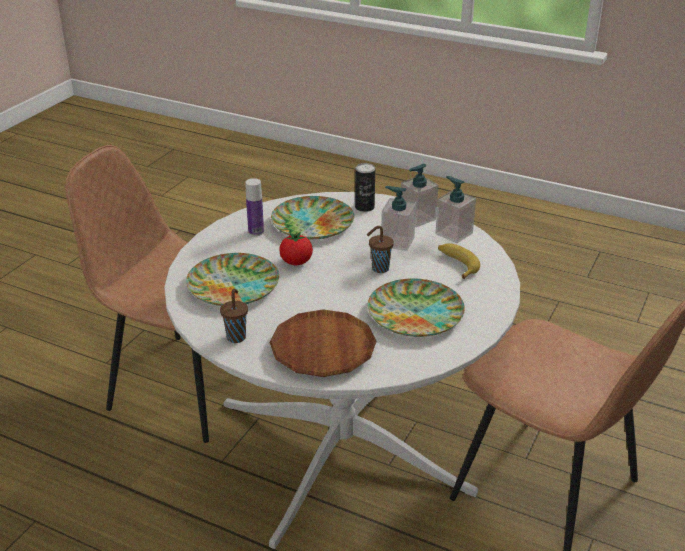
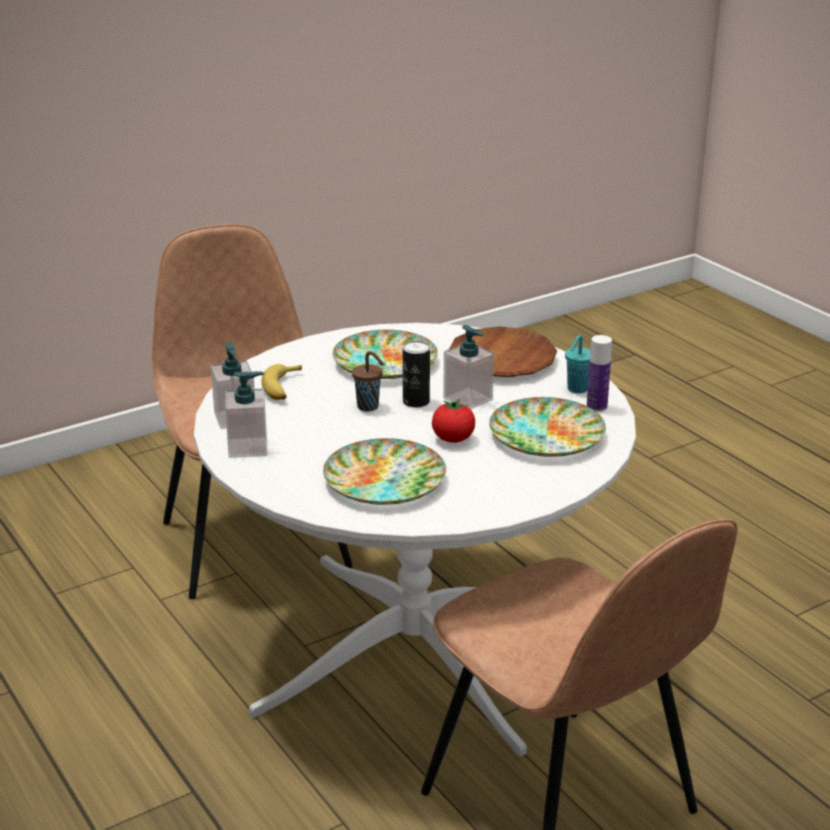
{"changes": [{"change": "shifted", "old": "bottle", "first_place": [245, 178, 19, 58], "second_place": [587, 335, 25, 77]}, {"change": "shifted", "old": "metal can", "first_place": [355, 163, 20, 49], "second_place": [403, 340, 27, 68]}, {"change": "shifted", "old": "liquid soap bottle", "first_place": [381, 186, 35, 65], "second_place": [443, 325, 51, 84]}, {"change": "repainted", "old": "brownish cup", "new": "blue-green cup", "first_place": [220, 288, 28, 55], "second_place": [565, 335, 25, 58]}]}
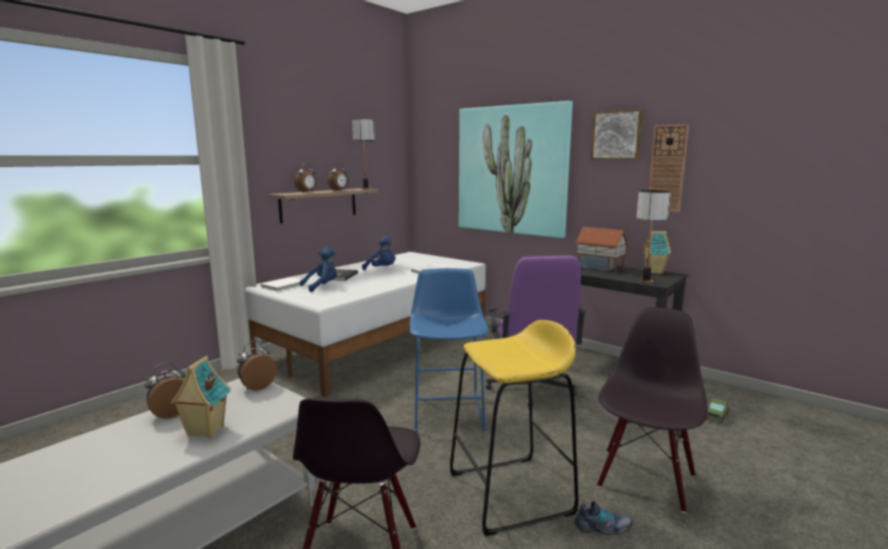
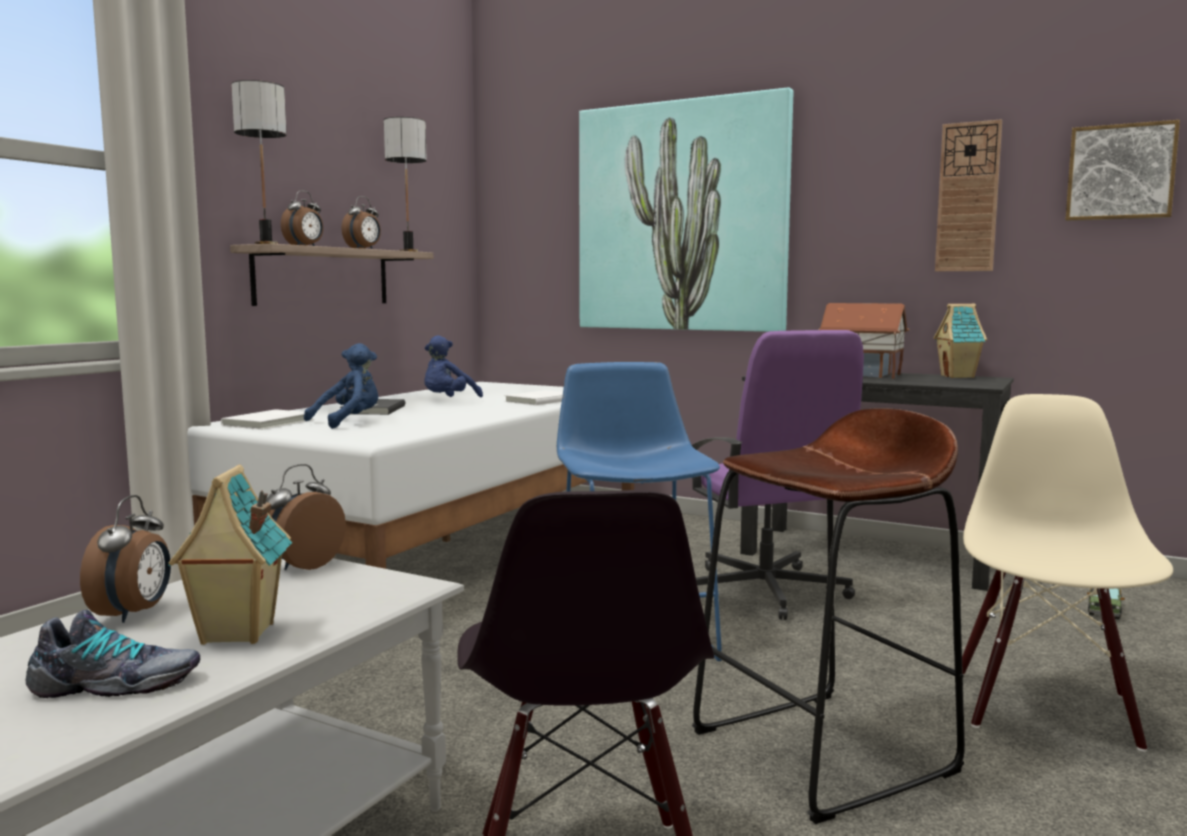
{"changes": [{"change": "shifted", "old": "shoe", "first_place": [575, 501, 58, 34], "second_place": [26, 610, 174, 88]}, {"change": "shifted", "old": "wall art", "first_place": [591, 109, 52, 51], "second_place": [1065, 120, 115, 101]}, {"change": "shifted", "old": "table lamp", "first_place": [637, 190, 34, 93], "second_place": [232, 80, 55, 164]}, {"change": "repainted", "old": "yellowish stool", "new": "brownish stool", "first_place": [450, 320, 128, 216], "second_place": [692, 408, 273, 416]}, {"change": "repainted", "old": "black-coloured chair", "new": "beige chair", "first_place": [597, 307, 111, 206], "second_place": [962, 394, 211, 358]}, {"change": "rotated", "old": "bedside clock", "first_place": [144, 362, 41, 57], "second_place": [80, 495, 91, 128], "degrees": 150}, {"change": "rotated", "old": "blue soft toy", "first_place": [362, 236, 33, 34], "second_place": [425, 335, 58, 62], "degrees": 105}]}
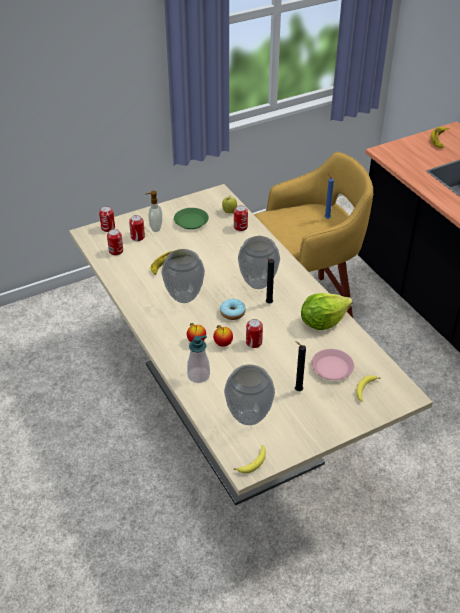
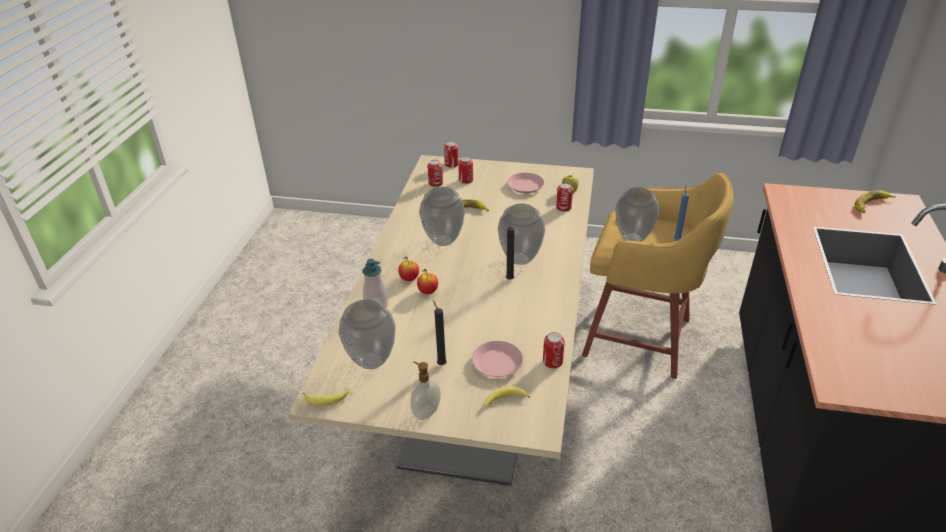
{"changes": [{"change": "gone", "old": "doughnut", "first_place": [220, 299, 26, 21]}, {"change": "gone", "old": "lettuce", "first_place": [301, 293, 51, 37]}, {"change": "new", "new": "decorative vase", "second_place": [615, 187, 44, 55]}, {"change": "shifted", "old": "liquid soap bottle", "first_place": [145, 191, 17, 41], "second_place": [410, 362, 31, 58]}, {"change": "shifted", "old": "metal can", "first_place": [246, 319, 17, 29], "second_place": [543, 332, 22, 37]}, {"change": "repainted", "old": "green dinner plate", "new": "pinkish dinner plate", "first_place": [174, 208, 35, 21], "second_place": [507, 173, 37, 20]}]}
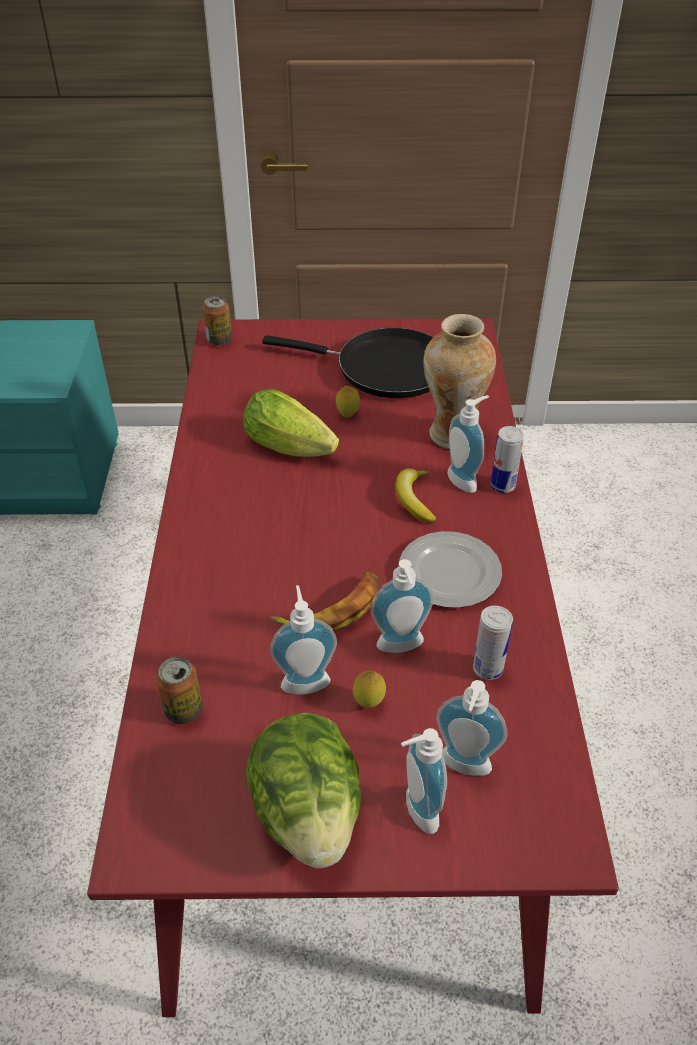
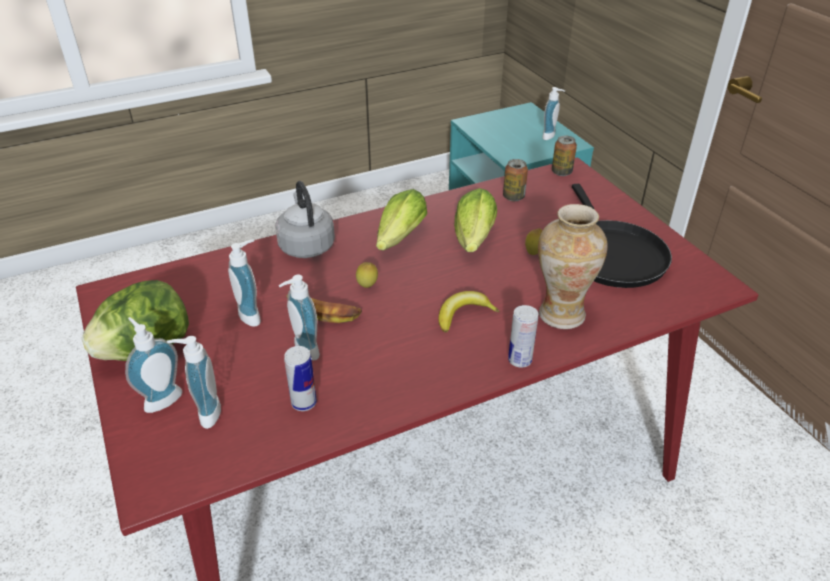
{"changes": [{"change": "gone", "old": "dinner plate", "first_place": [399, 531, 103, 77]}, {"change": "new", "new": "grey tea kettle", "second_place": [275, 181, 60, 77]}, {"change": "new", "new": "lettuce", "second_place": [376, 189, 51, 61]}, {"change": "shifted", "old": "metal can", "first_place": [156, 657, 47, 67], "second_place": [503, 159, 25, 42]}, {"change": "shifted", "old": "lemon", "first_place": [353, 671, 33, 37], "second_place": [356, 262, 22, 26]}, {"change": "shifted", "old": "liquid soap bottle", "first_place": [447, 395, 42, 98], "second_place": [542, 87, 23, 53]}]}
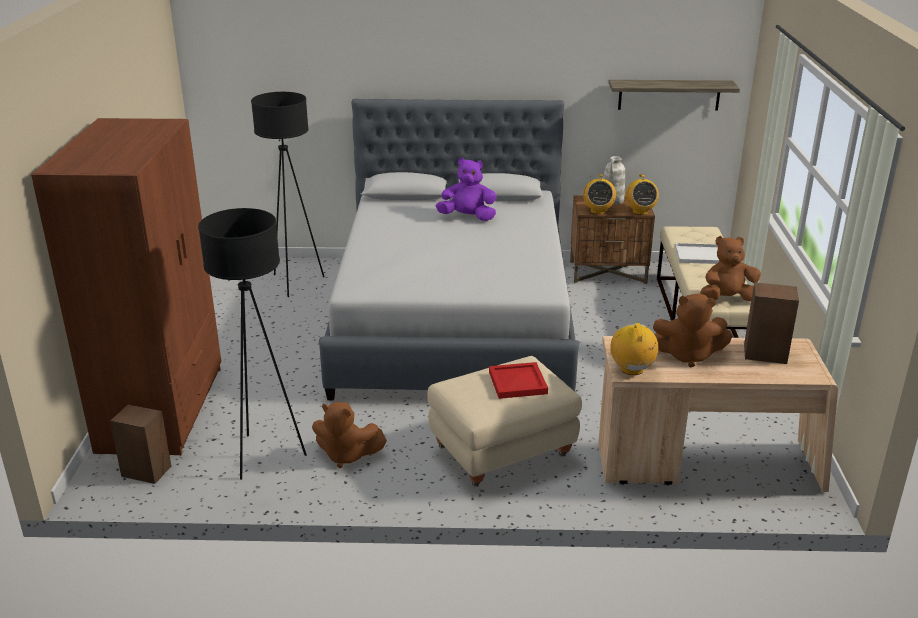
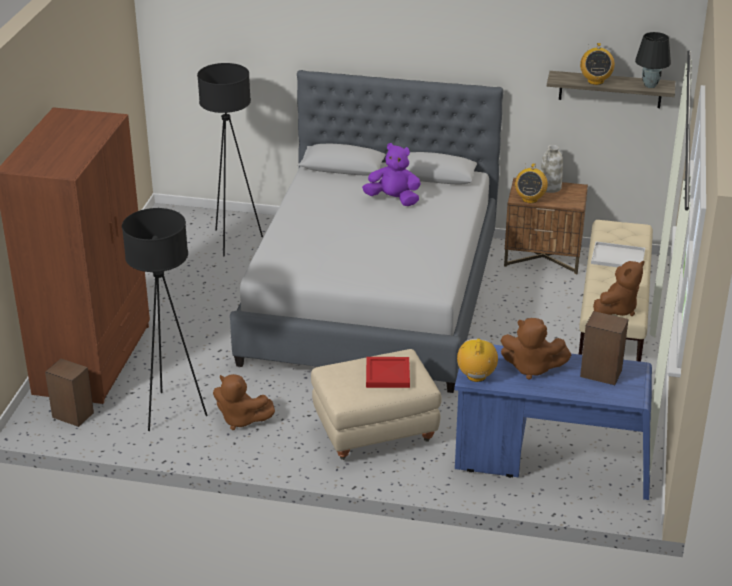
{"changes": [{"change": "new", "new": "black-coloured table lamp", "second_place": [635, 32, 36, 56]}, {"change": "shifted", "old": "radio set", "first_place": [625, 175, 34, 40], "second_place": [580, 43, 35, 42]}, {"change": "repainted", "old": "beige desk unit", "new": "blue desk unit", "first_place": [598, 336, 240, 156], "second_place": [455, 345, 197, 155]}, {"change": "rotated", "old": "brownish soft toy", "first_place": [700, 236, 61, 66], "second_place": [593, 261, 51, 55], "degrees": 135}]}
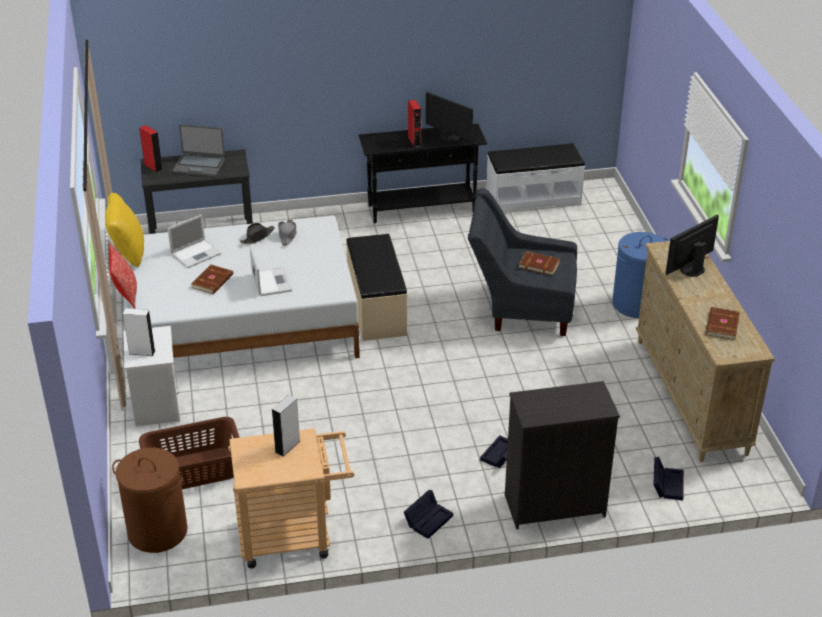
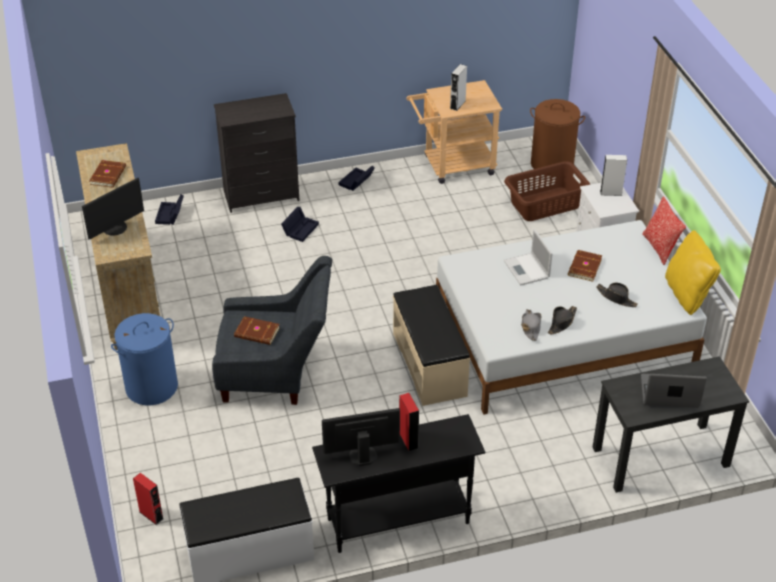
{"changes": [{"change": "shifted", "old": "red-coloured speaker", "first_place": [139, 125, 24, 48], "second_place": [133, 473, 30, 52]}, {"change": "swapped", "old": "notebook computer", "new": "black-coloured clothing hat", "first_place": [168, 215, 53, 53], "second_place": [596, 282, 42, 25]}, {"change": "rotated", "old": "monitor", "first_place": [426, 92, 47, 50], "second_place": [322, 408, 78, 58], "degrees": -45}]}
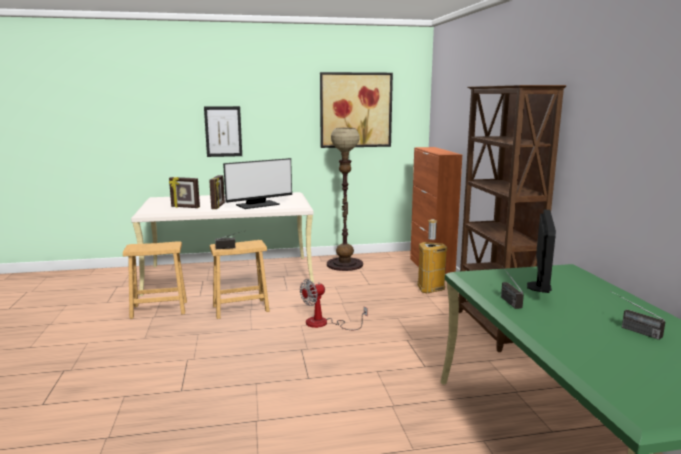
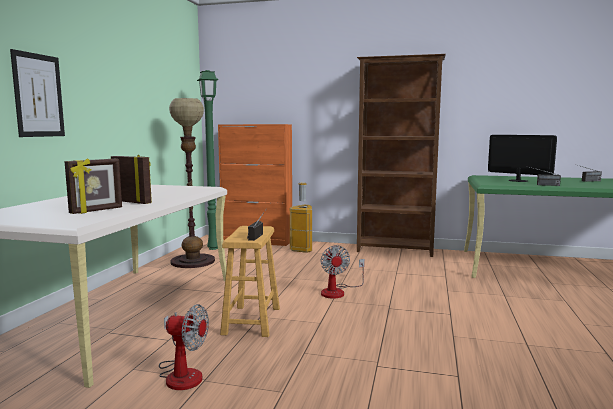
{"changes": [{"change": "gone", "old": "monitor", "first_place": [223, 158, 69, 51]}, {"change": "gone", "old": "wall art", "first_place": [320, 72, 73, 76]}, {"change": "new", "new": "green standing lamp", "second_place": [197, 70, 22, 180]}, {"change": "swapped", "old": "brownish stool", "new": "cooling fan", "first_place": [123, 241, 64, 78], "second_place": [159, 304, 50, 86]}]}
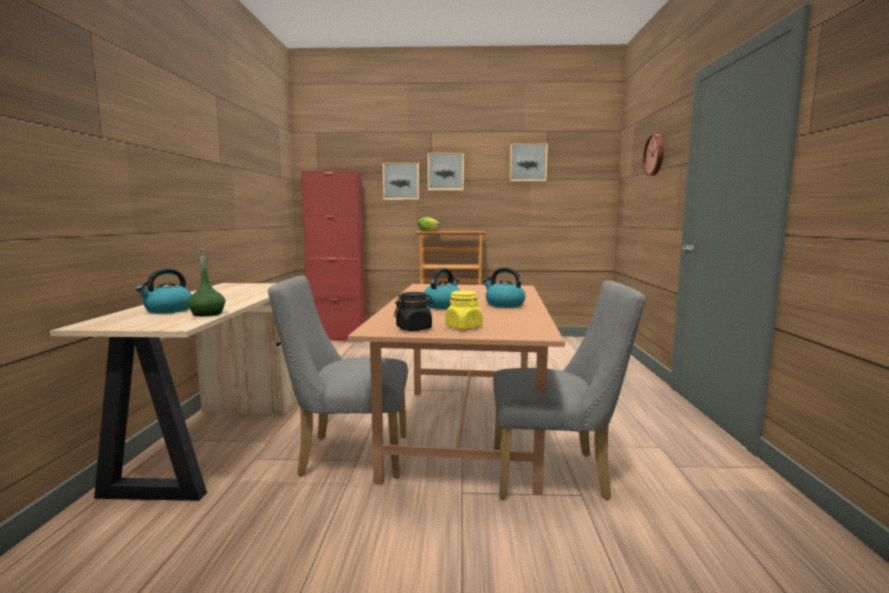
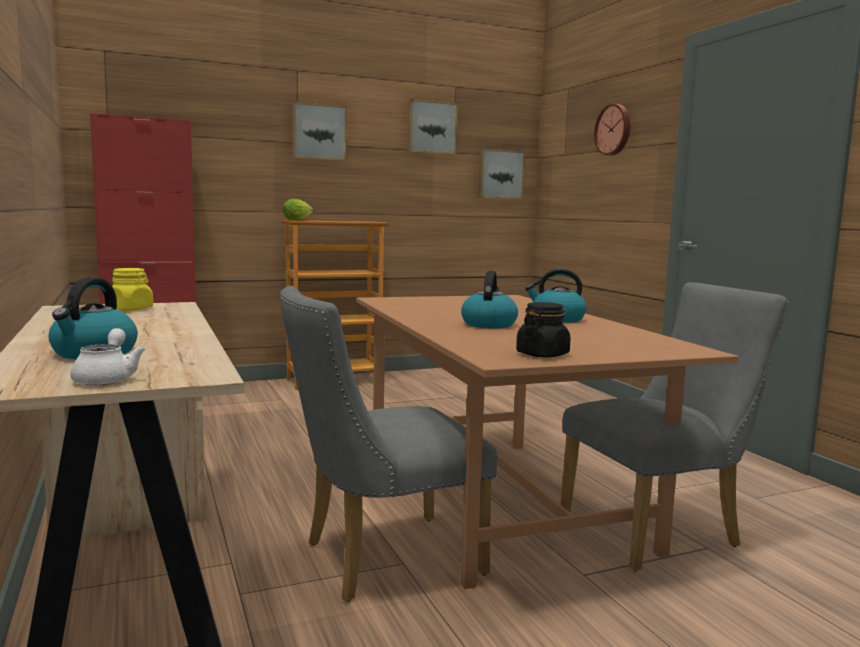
{"changes": [{"change": "gone", "old": "green bottle", "first_place": [187, 249, 38, 67]}, {"change": "new", "new": "white-coloured teapot", "second_place": [70, 328, 76, 57]}, {"change": "shifted", "old": "wall art", "first_place": [383, 162, 36, 38], "second_place": [478, 149, 47, 51]}, {"change": "shifted", "old": "yellowish storage jar", "first_place": [445, 291, 37, 38], "second_place": [112, 268, 41, 43]}]}
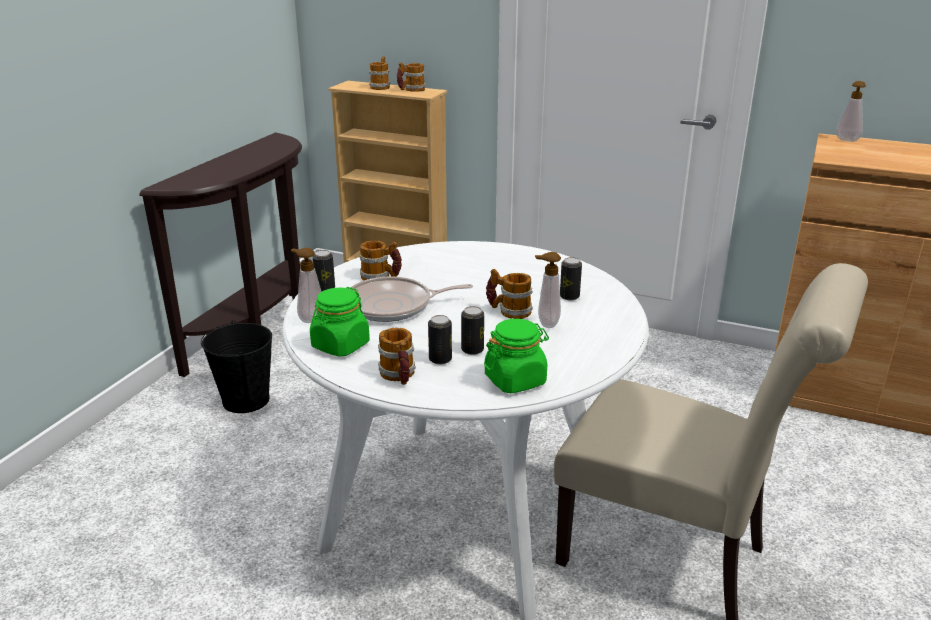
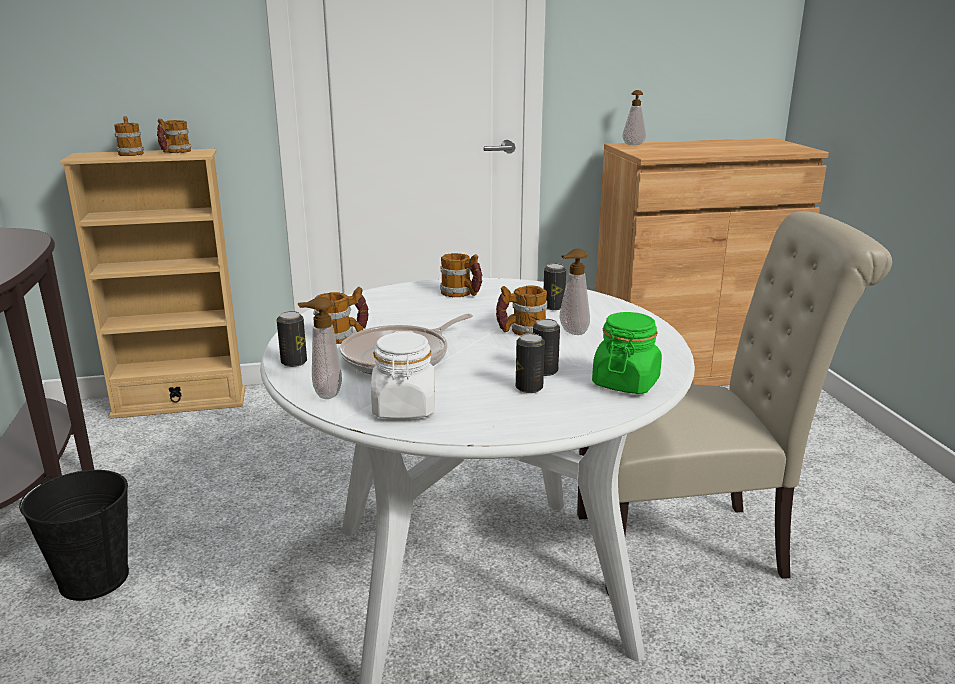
{"changes": [{"change": "shifted", "old": "mug", "first_place": [378, 328, 38, 57], "second_place": [440, 253, 42, 44]}, {"change": "repainted", "old": "green storage jar", "new": "white-coloured storage jar", "first_place": [310, 287, 60, 70], "second_place": [371, 331, 64, 88]}]}
